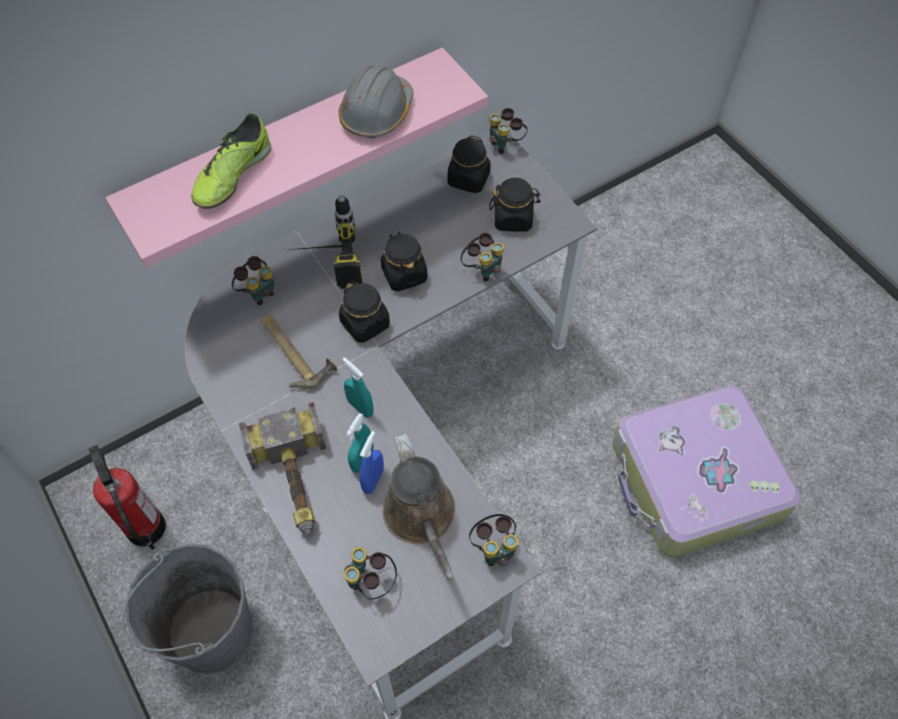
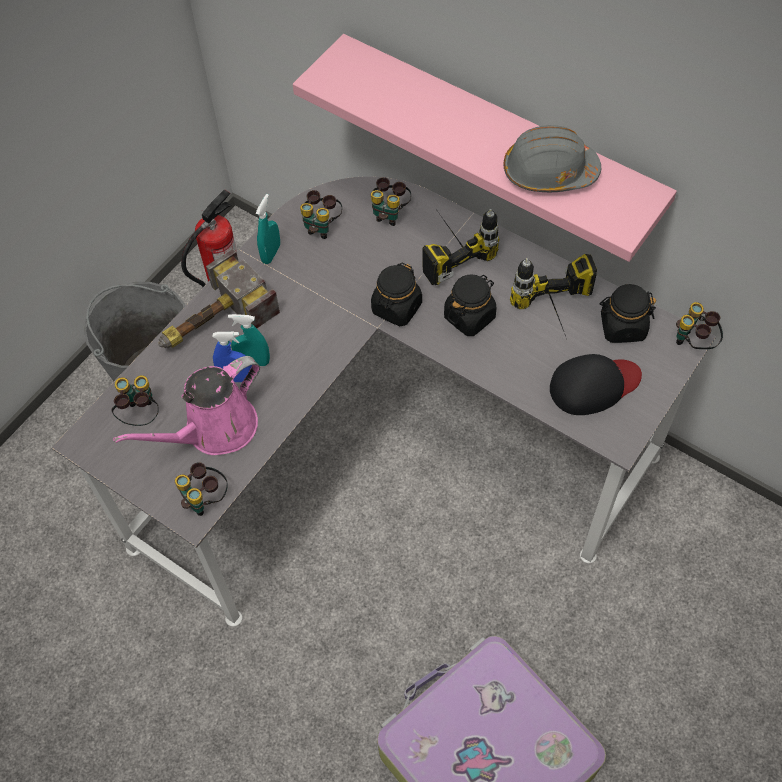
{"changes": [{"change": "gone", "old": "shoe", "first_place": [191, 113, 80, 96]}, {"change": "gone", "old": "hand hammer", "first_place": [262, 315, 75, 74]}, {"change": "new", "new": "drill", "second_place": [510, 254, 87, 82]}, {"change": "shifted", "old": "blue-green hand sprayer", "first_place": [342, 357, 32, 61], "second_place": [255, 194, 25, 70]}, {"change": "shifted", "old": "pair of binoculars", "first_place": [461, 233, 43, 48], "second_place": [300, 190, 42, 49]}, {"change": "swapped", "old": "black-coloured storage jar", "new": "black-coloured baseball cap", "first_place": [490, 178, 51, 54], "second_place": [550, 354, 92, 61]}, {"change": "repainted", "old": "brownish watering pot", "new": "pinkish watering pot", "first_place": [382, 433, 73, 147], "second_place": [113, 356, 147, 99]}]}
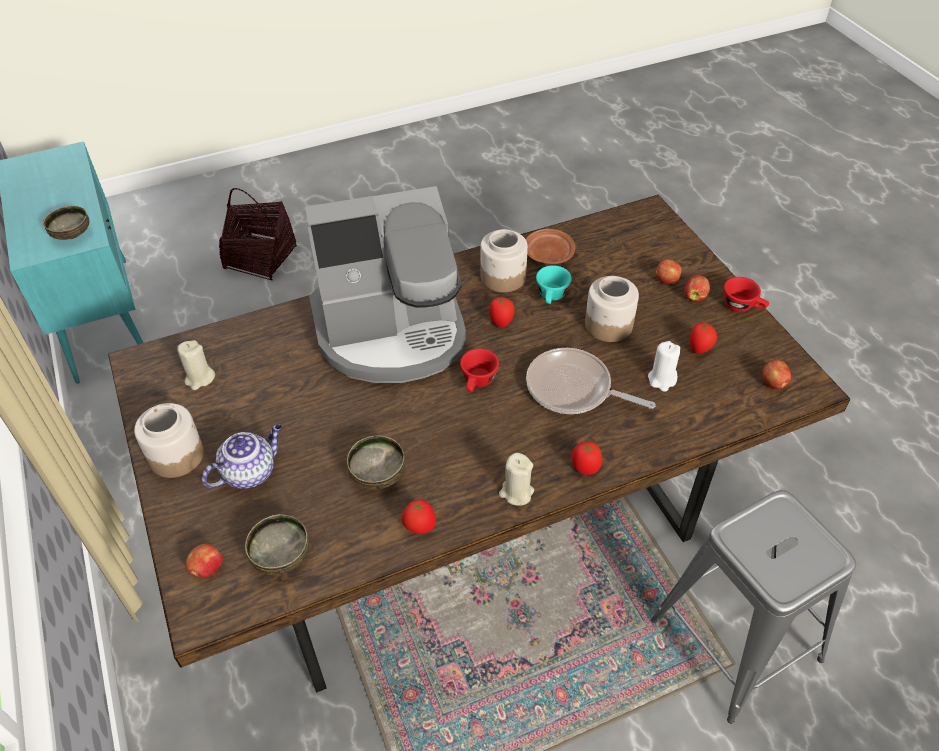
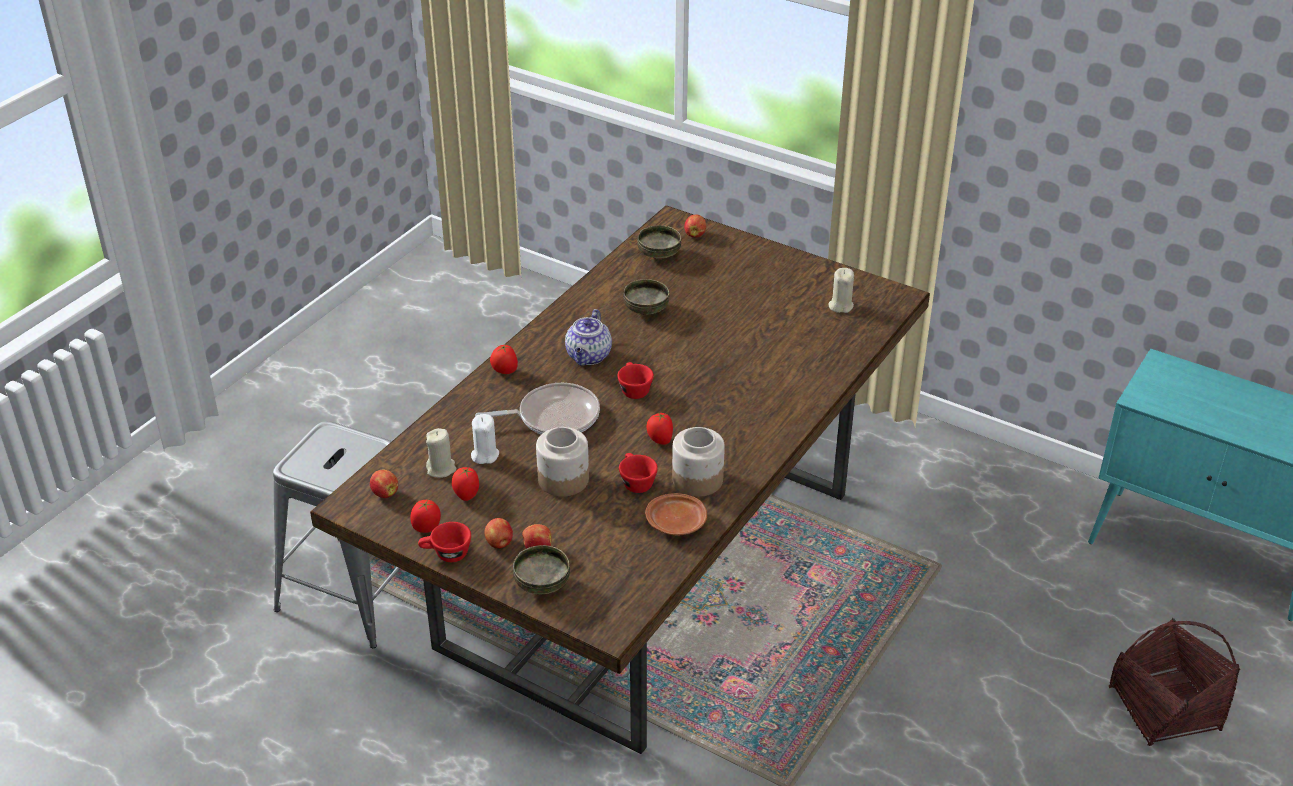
{"changes": [{"change": "gone", "old": "storage jar", "first_place": [134, 403, 70, 75]}, {"change": "gone", "old": "coffee brewer", "first_place": [305, 186, 161, 197]}, {"change": "shifted", "old": "serving bowl", "first_place": [43, 206, 46, 34], "second_place": [513, 545, 57, 49]}, {"change": "shifted", "old": "teapot", "first_place": [202, 424, 80, 65], "second_place": [565, 309, 47, 56]}, {"change": "shifted", "old": "whole tomato", "first_place": [401, 499, 35, 35], "second_place": [410, 500, 31, 33]}, {"change": "shifted", "old": "beige wax candle", "first_place": [499, 453, 35, 53], "second_place": [426, 428, 30, 50]}, {"change": "repainted", "old": "blue-green cup", "new": "red-coloured cup", "first_place": [536, 265, 36, 39], "second_place": [619, 453, 39, 40]}]}
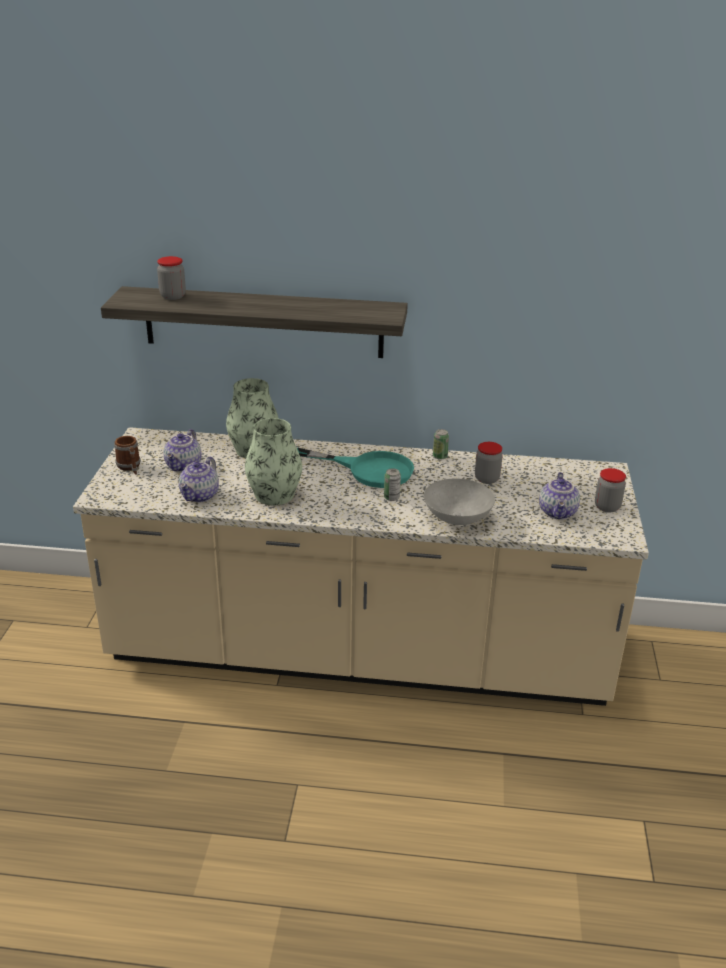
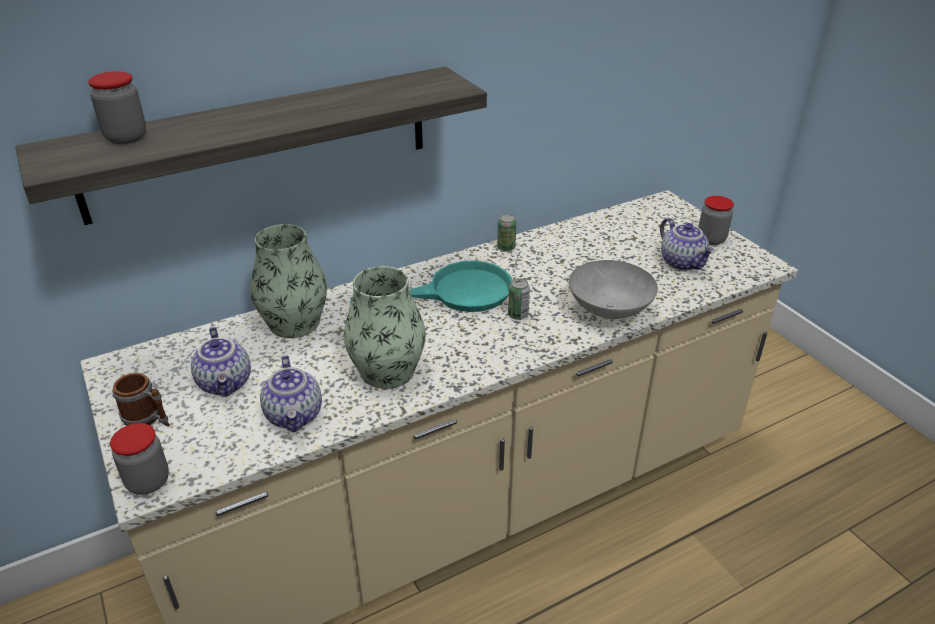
{"changes": [{"change": "shifted", "old": "storage jar", "first_place": [475, 442, 28, 42], "second_place": [110, 423, 59, 72]}]}
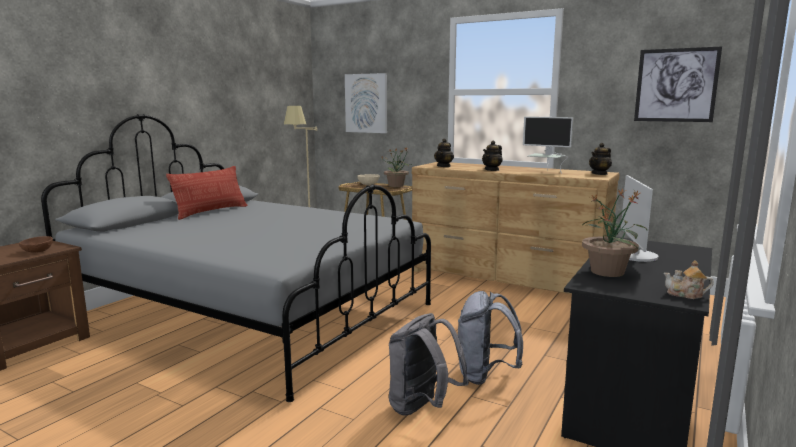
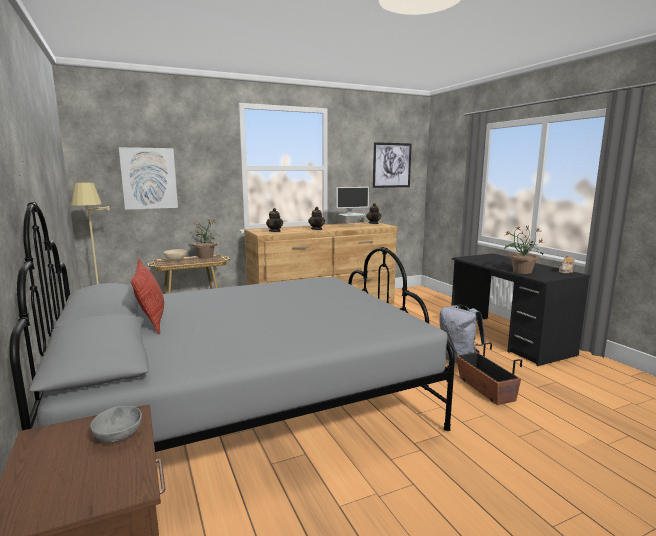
{"changes": [{"change": "gone", "old": "monitor", "first_place": [621, 175, 37, 87]}, {"change": "swapped", "old": "grey knapsack", "new": "flower pot", "first_place": [389, 313, 80, 103], "second_place": [456, 343, 66, 62]}, {"change": "repainted", "old": "brownish serving bowl", "new": "grey serving bowl", "first_place": [19, 236, 34, 17], "second_place": [90, 406, 52, 37]}]}
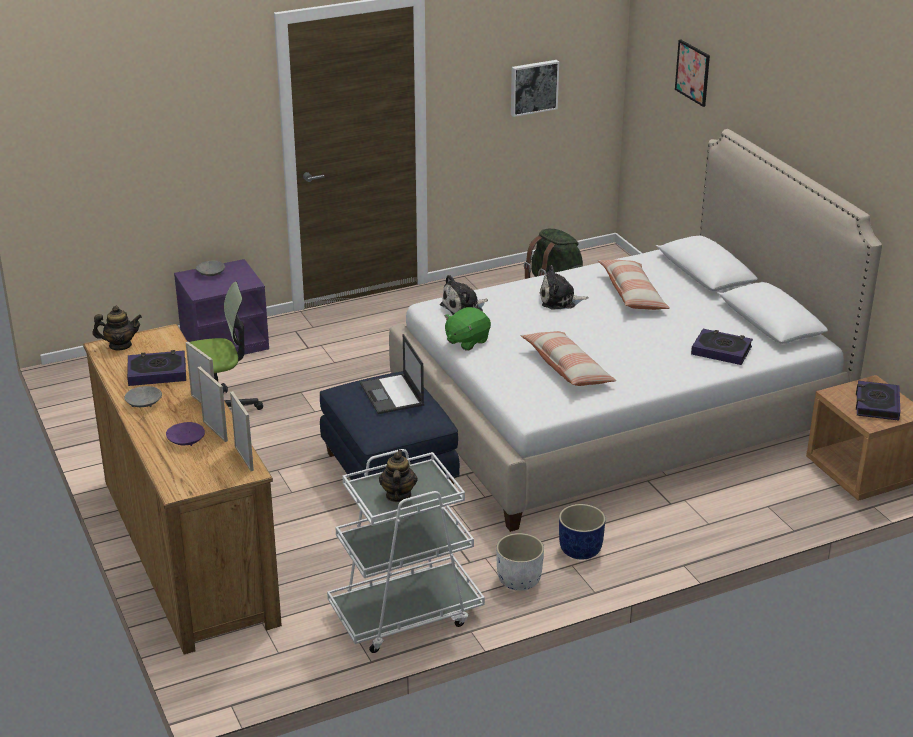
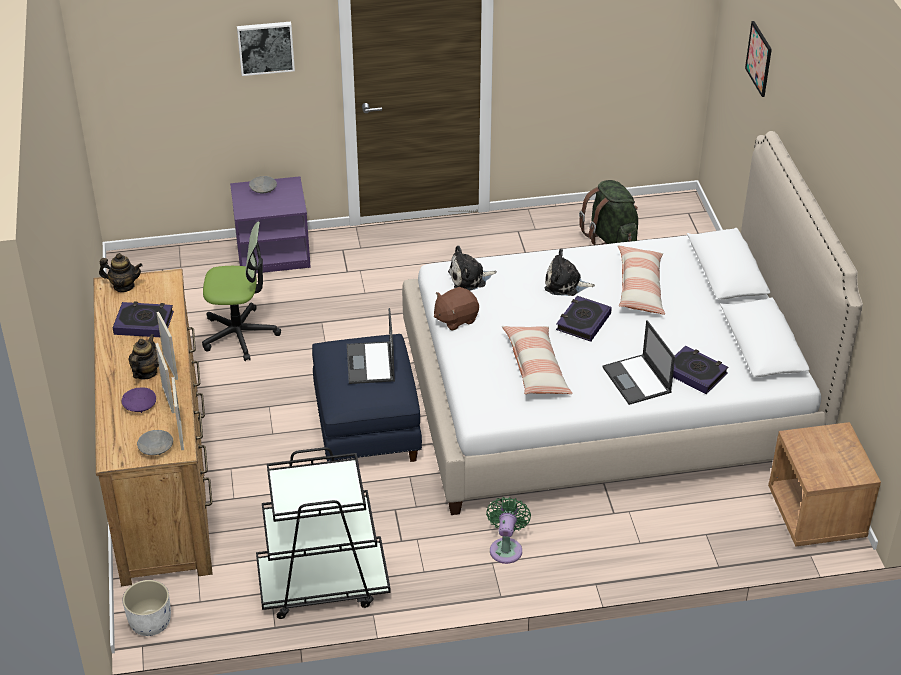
{"changes": [{"change": "new", "new": "notebook computer", "second_place": [603, 320, 72, 85]}, {"change": "shifted", "old": "grey serving bowl", "first_place": [125, 386, 37, 21], "second_place": [137, 430, 36, 25]}, {"change": "shifted", "old": "teapot", "first_place": [379, 450, 39, 52], "second_place": [129, 334, 30, 46]}, {"change": "shifted", "old": "white-coloured flower pot", "first_place": [496, 533, 48, 58], "second_place": [123, 580, 48, 56]}, {"change": "shifted", "old": "wall art", "first_place": [511, 60, 48, 57], "second_place": [237, 22, 58, 54]}, {"change": "shifted", "old": "bound book", "first_place": [856, 381, 44, 40], "second_place": [556, 296, 56, 46]}, {"change": "swapped", "old": "blue flower pot", "new": "green cooling fan", "first_place": [559, 504, 47, 56], "second_place": [486, 497, 45, 67]}, {"change": "repainted", "old": "white-coloured wheeled cart", "new": "black-coloured wheeled cart", "first_place": [327, 449, 158, 204], "second_place": [256, 447, 135, 172]}, {"change": "repainted", "old": "green soft toy", "new": "brownish soft toy", "first_place": [444, 307, 47, 43], "second_place": [434, 287, 45, 44]}]}
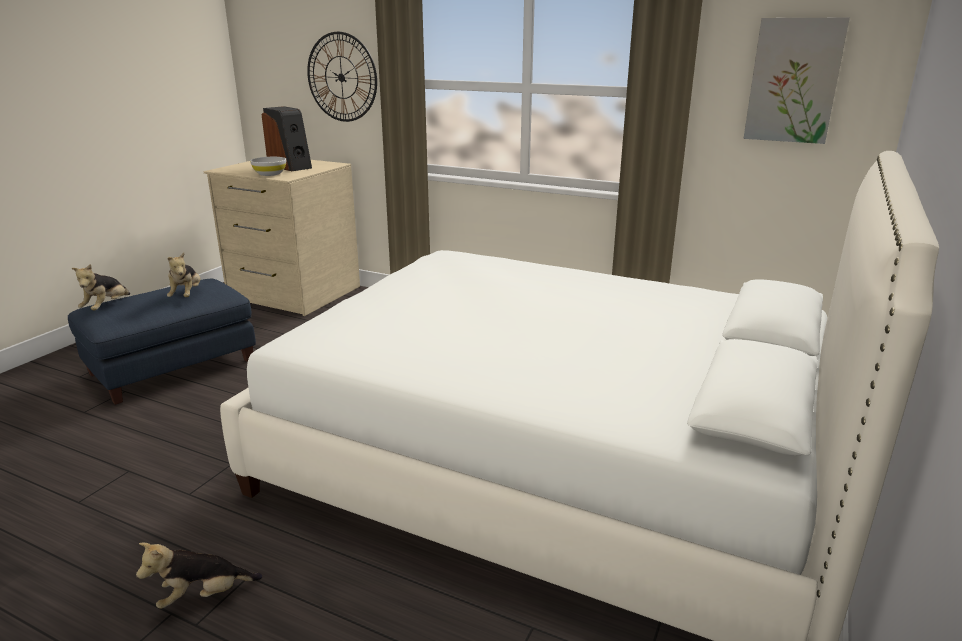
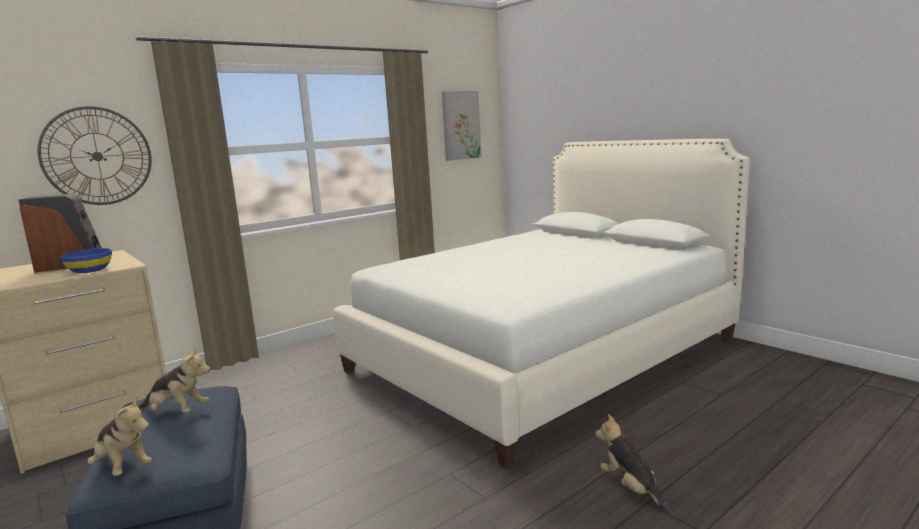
{"changes": [{"change": "repainted", "old": "white-coloured serving bowl", "new": "blue serving bowl", "first_place": [250, 157, 36, 19], "second_place": [60, 248, 52, 25]}, {"change": "rotated", "old": "soft toy", "first_place": [136, 542, 127, 67], "second_place": [596, 414, 75, 99], "degrees": 150}]}
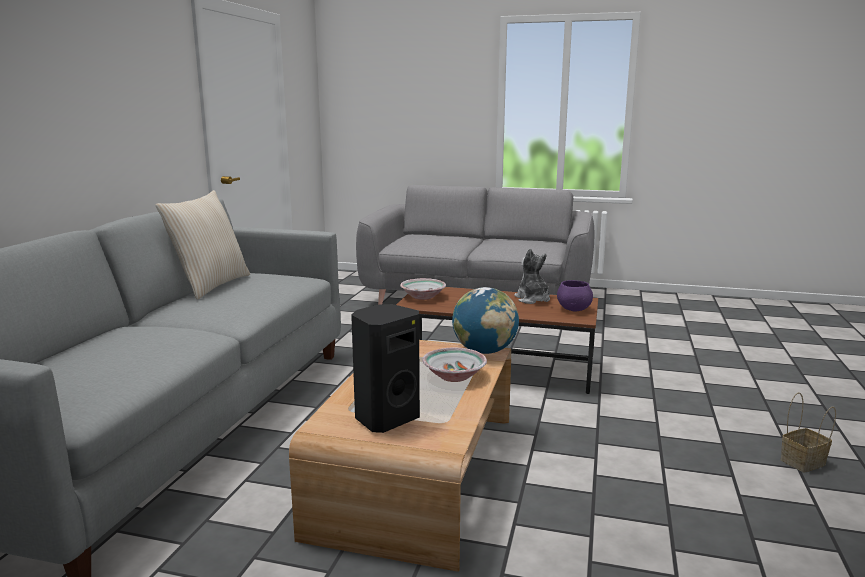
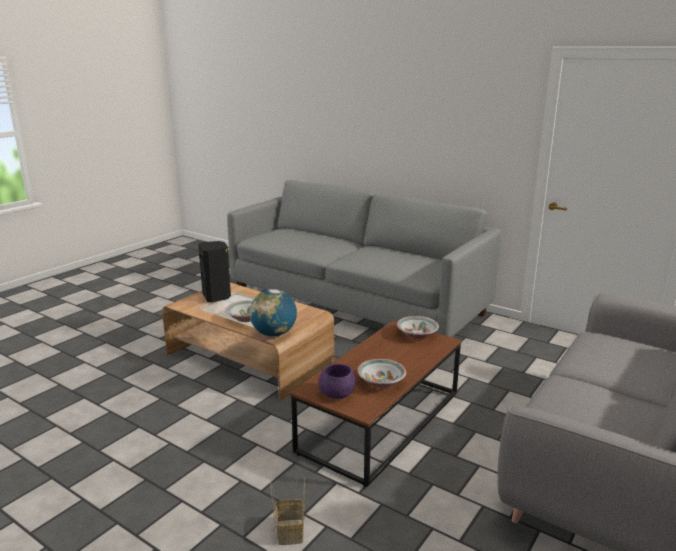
{"changes": [{"change": "gone", "old": "beige cushion", "first_place": [156, 190, 94, 110]}, {"change": "shifted", "old": "storage basket", "first_place": [781, 393, 55, 79], "second_place": [270, 479, 35, 66]}, {"change": "swapped", "old": "soft toy", "new": "serving bowl", "first_place": [514, 248, 36, 56], "second_place": [357, 359, 49, 29]}]}
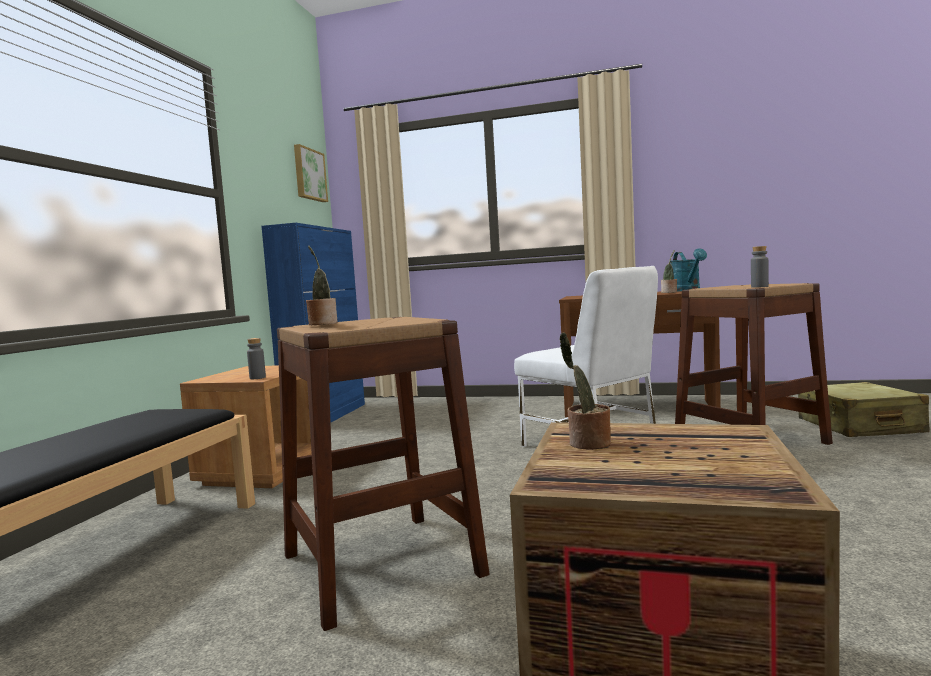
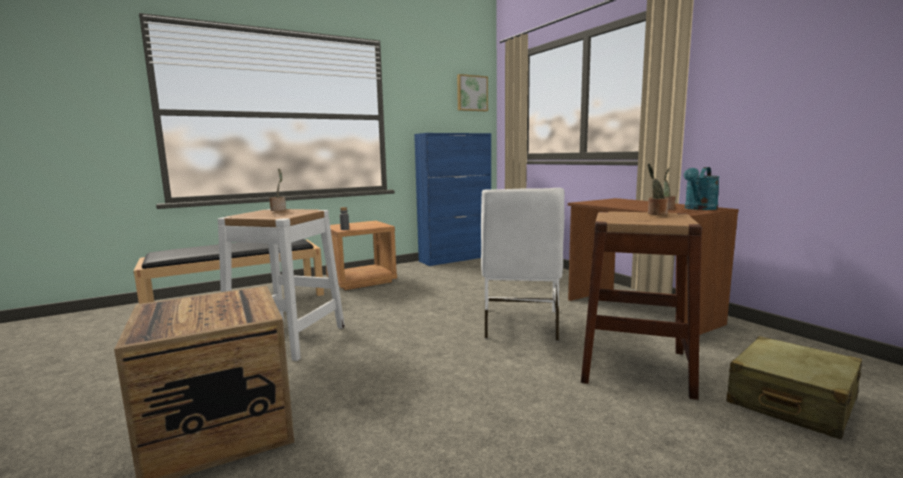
{"changes": [{"change": "gone", "old": "grey bottle", "first_place": [751, 246, 18, 42]}, {"change": "shifted", "old": "plant in a pot", "first_place": [560, 332, 51, 118], "second_place": [648, 163, 20, 52]}, {"change": "repainted", "old": "brownish stool", "new": "white-coloured stool", "first_place": [277, 317, 213, 314], "second_place": [217, 209, 128, 152]}]}
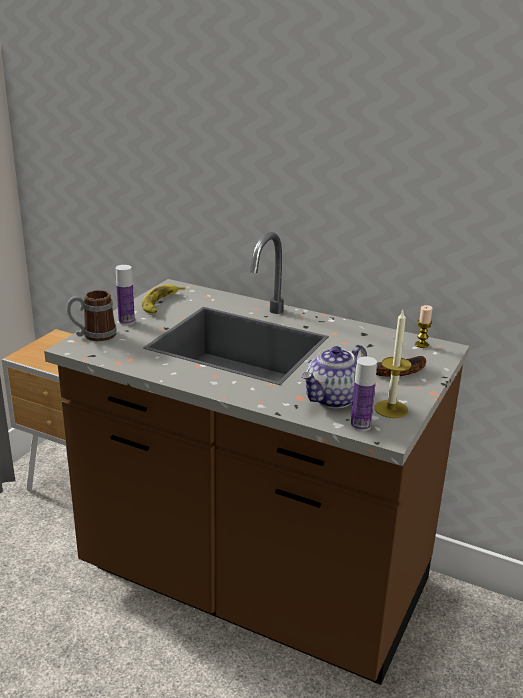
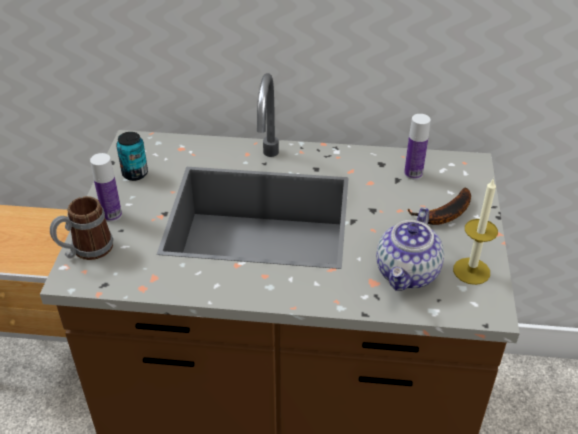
{"changes": [{"change": "gone", "old": "wax candle", "first_place": [415, 305, 17, 43]}, {"change": "shifted", "old": "bottle", "first_place": [351, 356, 26, 75], "second_place": [404, 114, 27, 66]}, {"change": "swapped", "old": "whole banana", "new": "metal can", "first_place": [141, 284, 44, 30], "second_place": [116, 132, 32, 49]}]}
